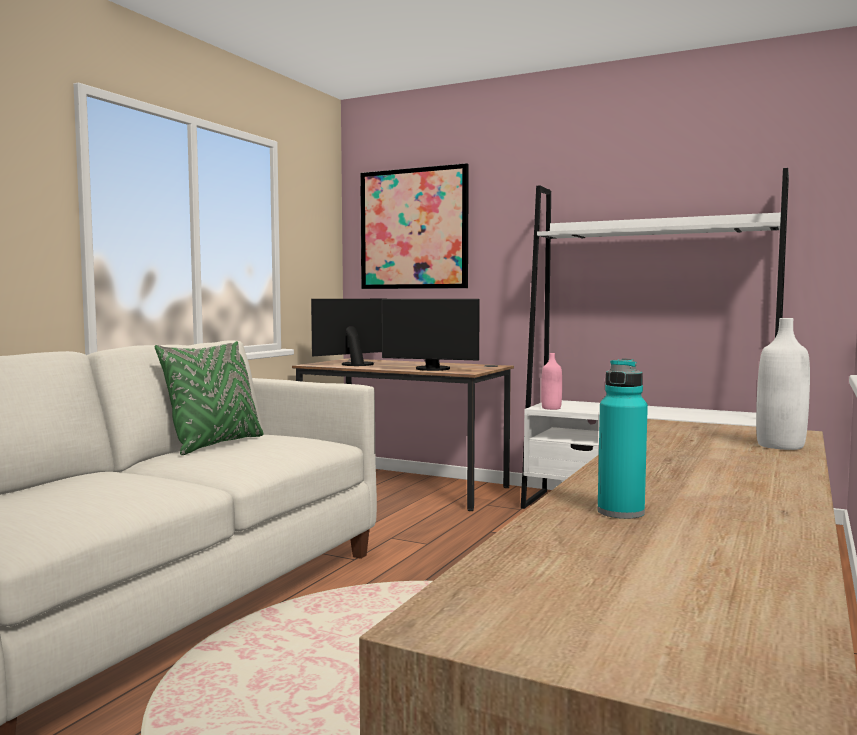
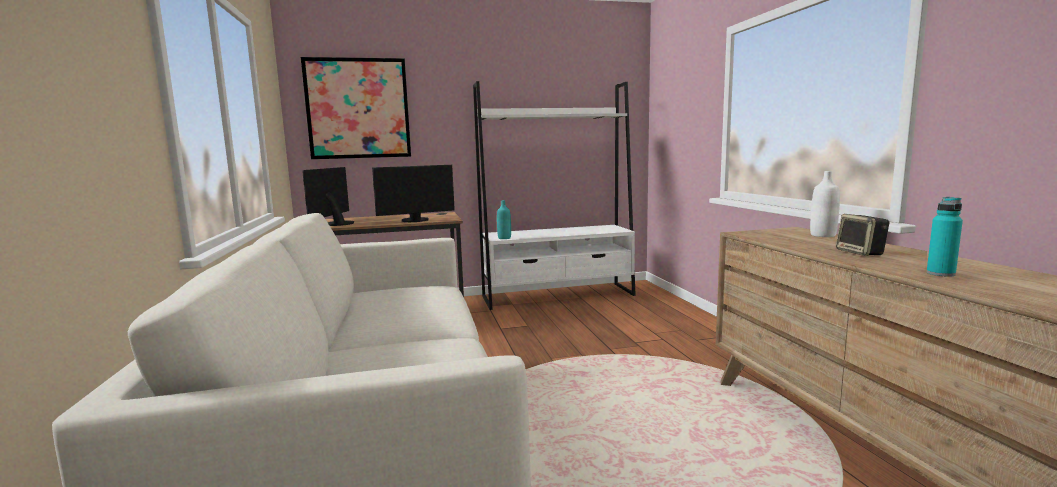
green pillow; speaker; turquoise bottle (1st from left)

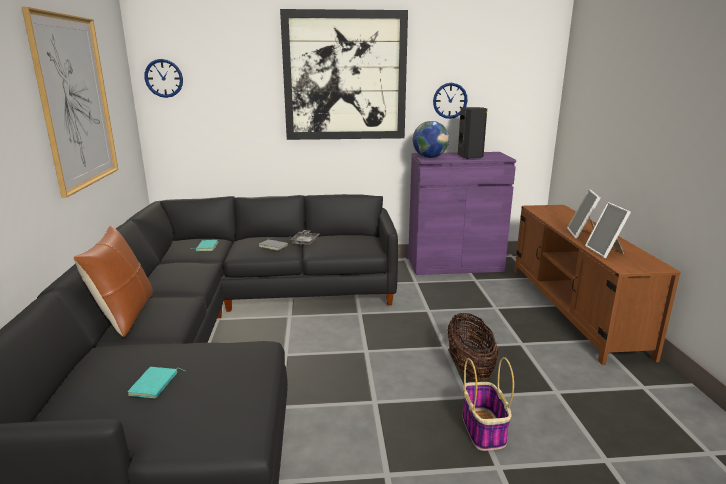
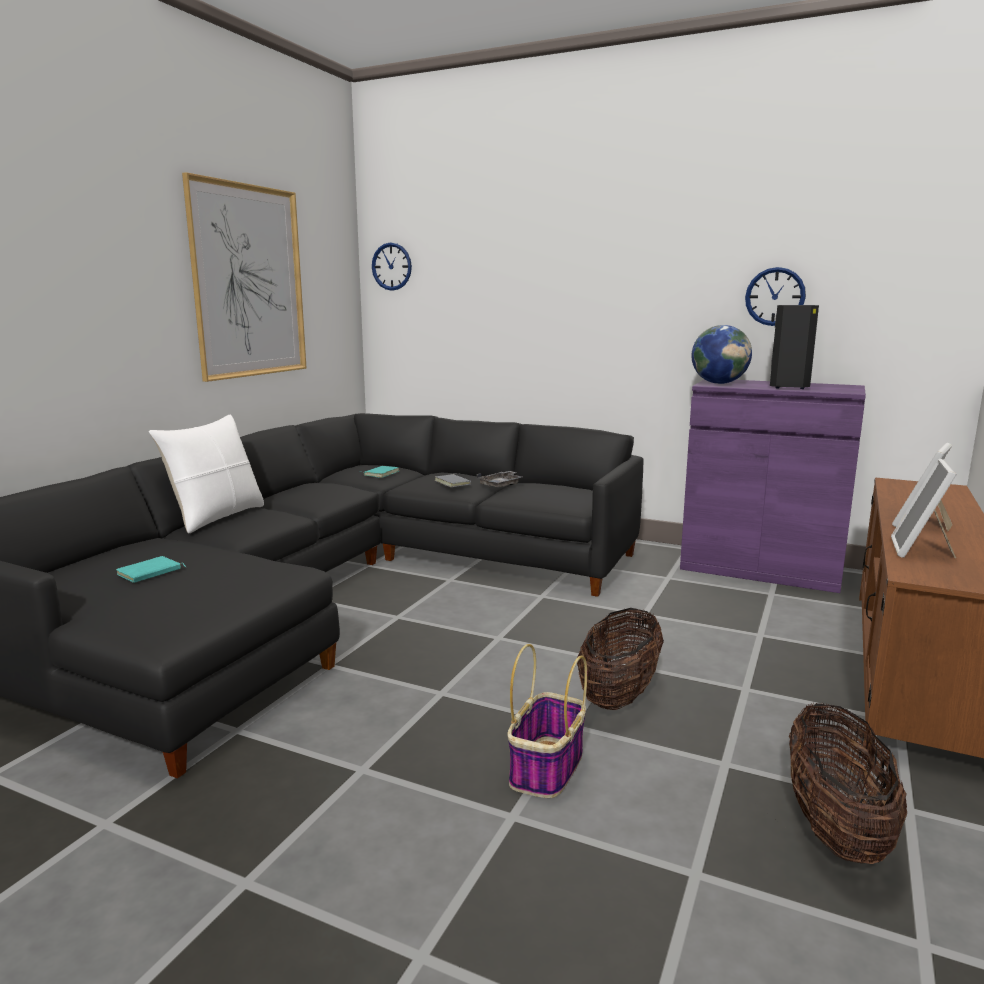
picture (2nd from left in the first image); basket (3rd from left); white pillow

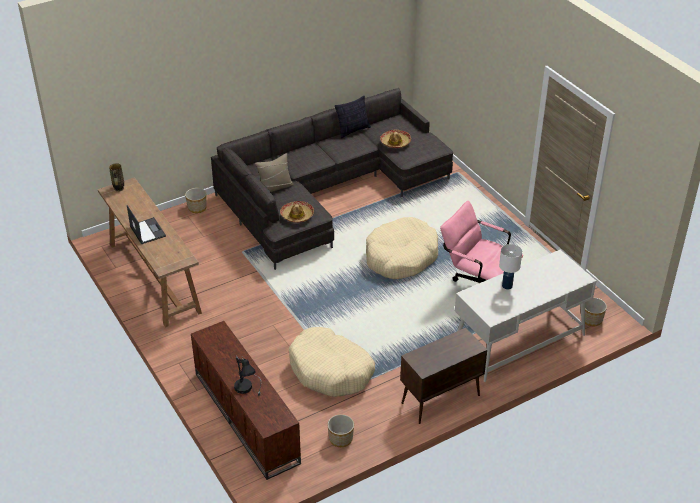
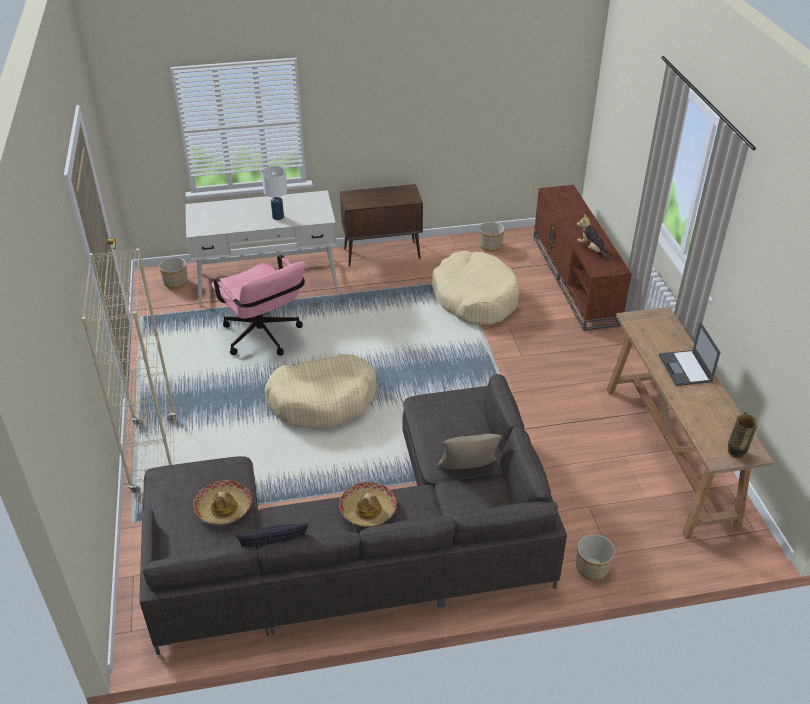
black table lamp; beige bookcase; plush toy; hat (2nd from left)

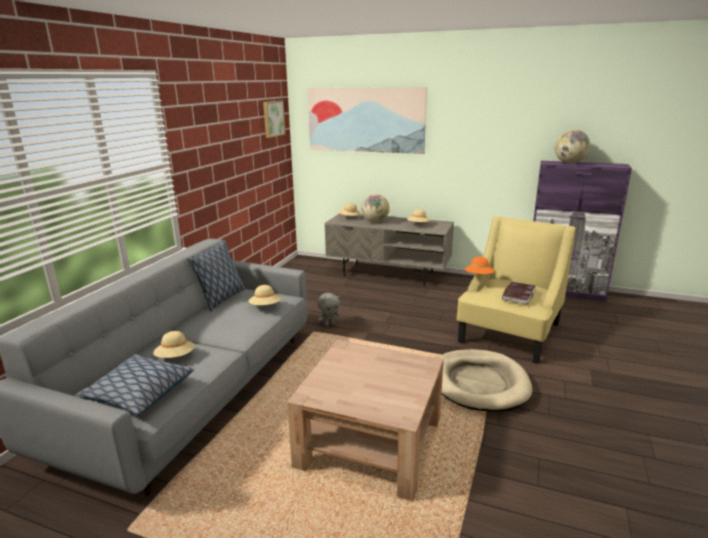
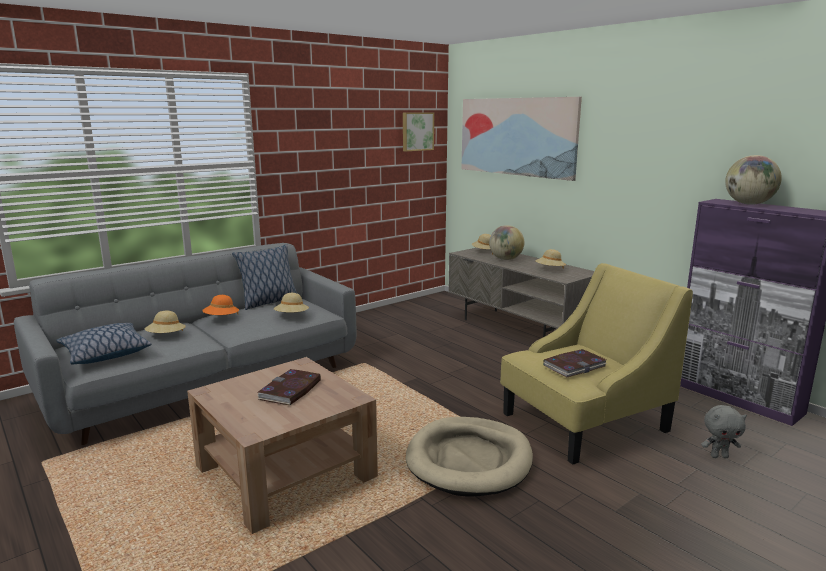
book (1st from left); grey plush toy; orange hat

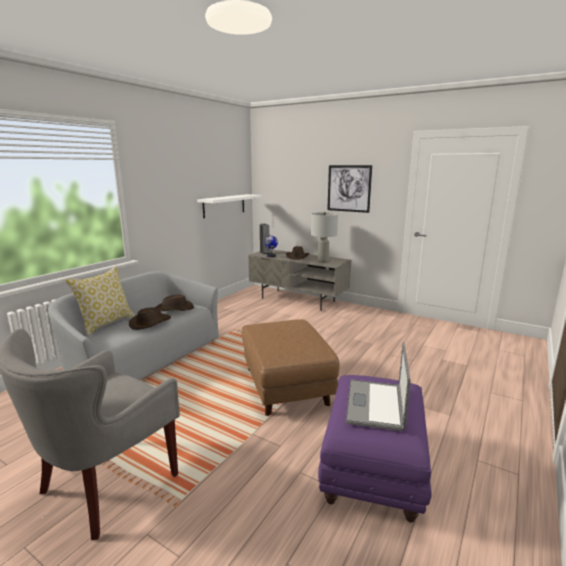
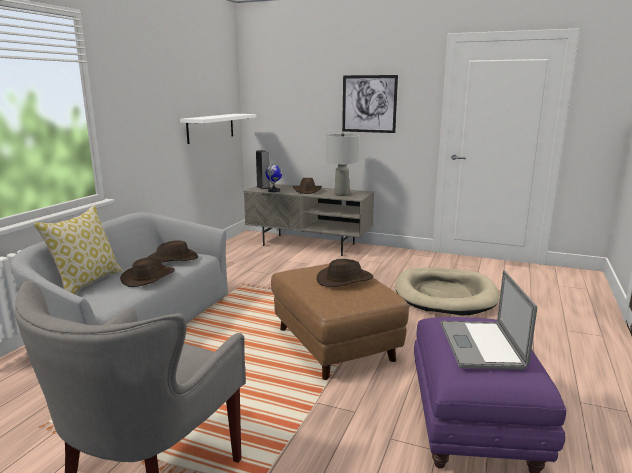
brown hat (4th from left); beige dog bed

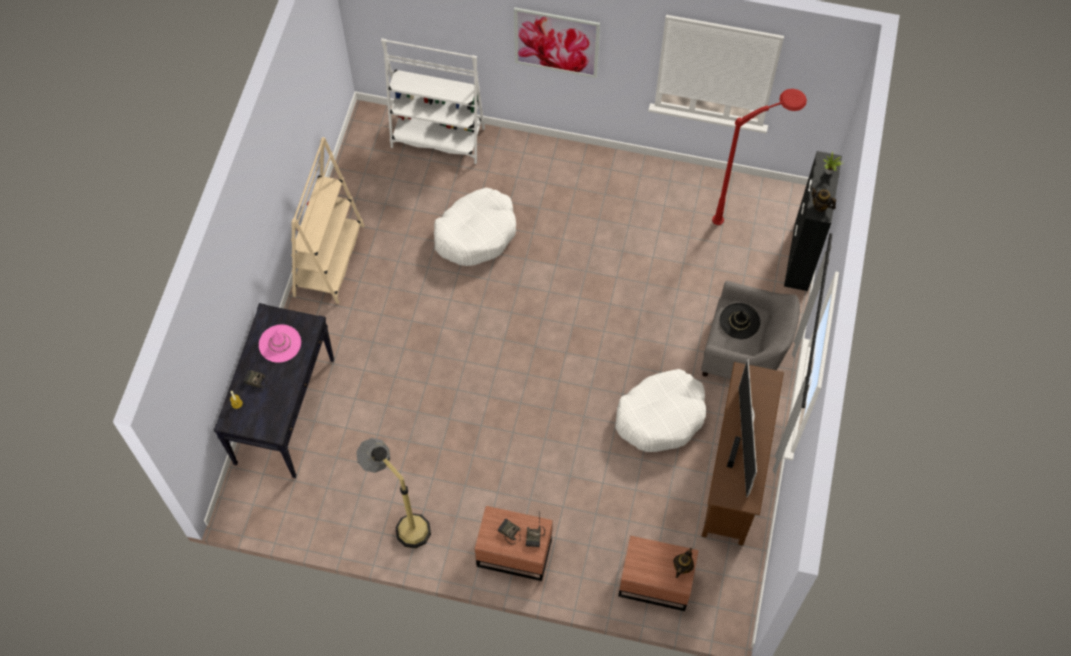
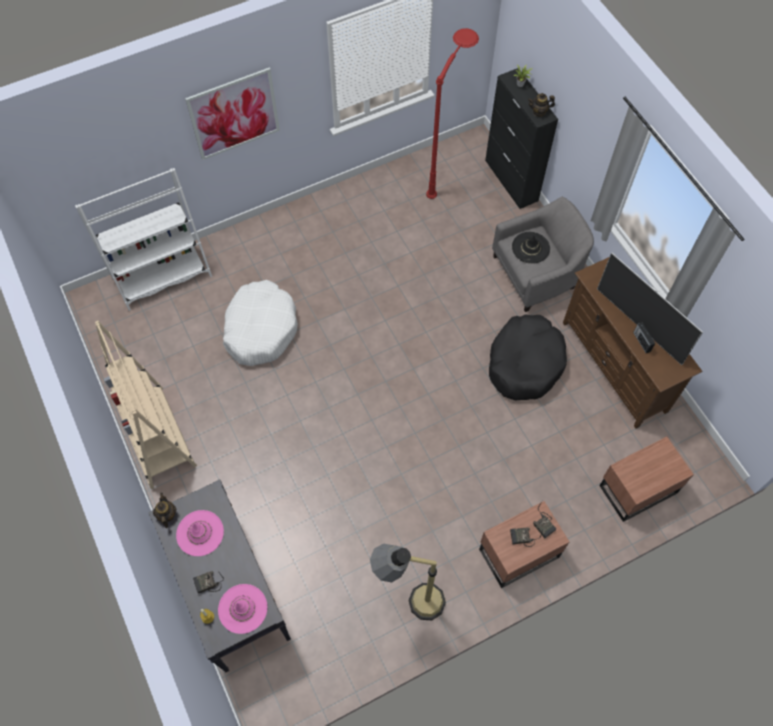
pink hat (2nd from left); teapot (1st from left); black dog bed

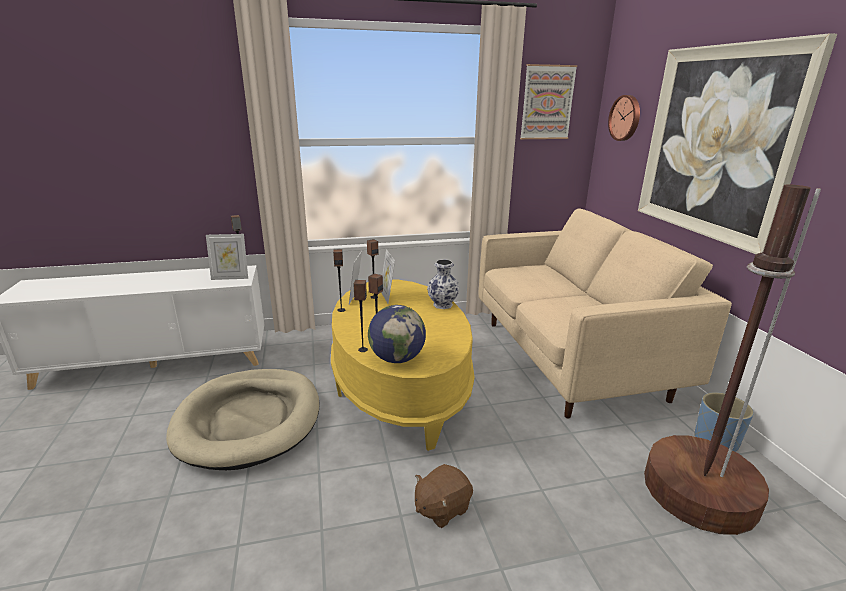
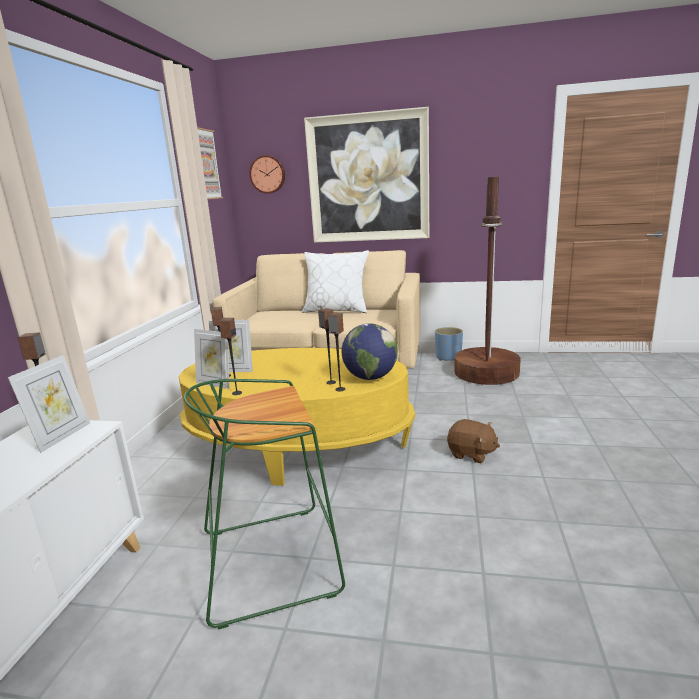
vase; white pillow; green stool; brown plush toy

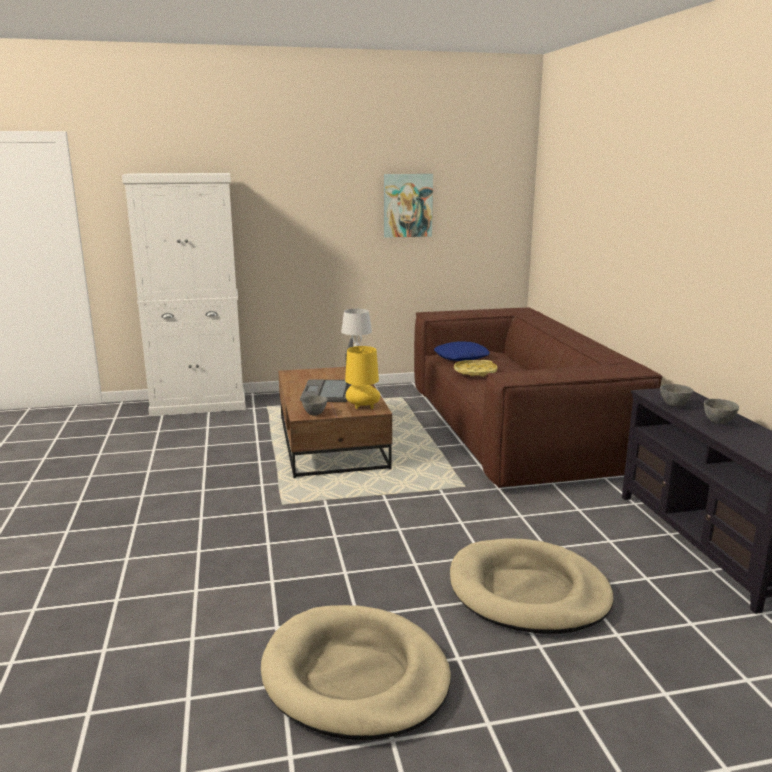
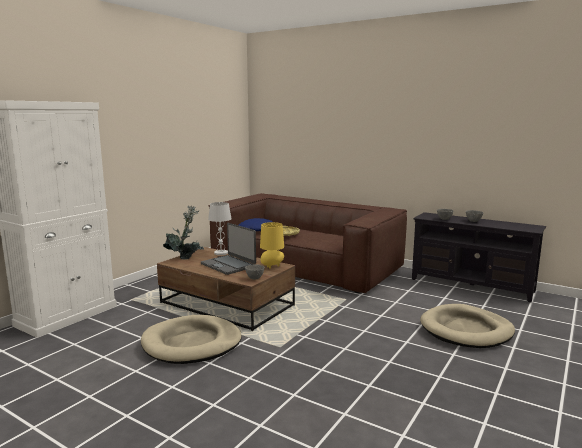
picture; potted plant; beige dog bed (1st from left)

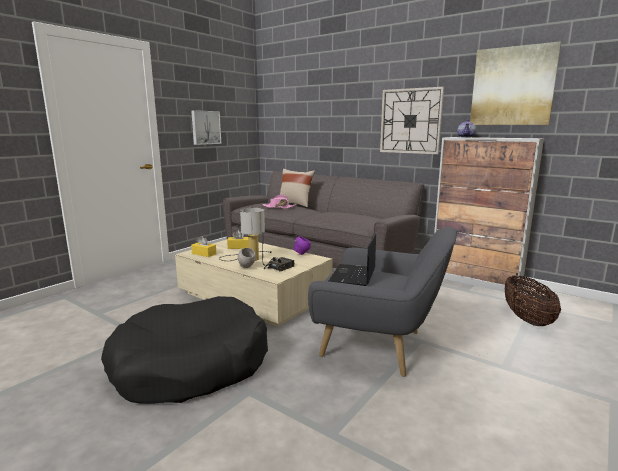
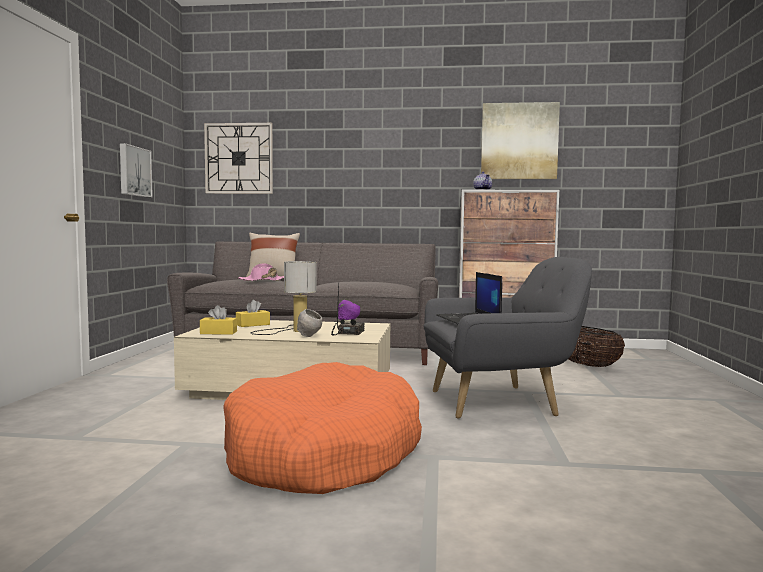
wall clock; orange dog bed

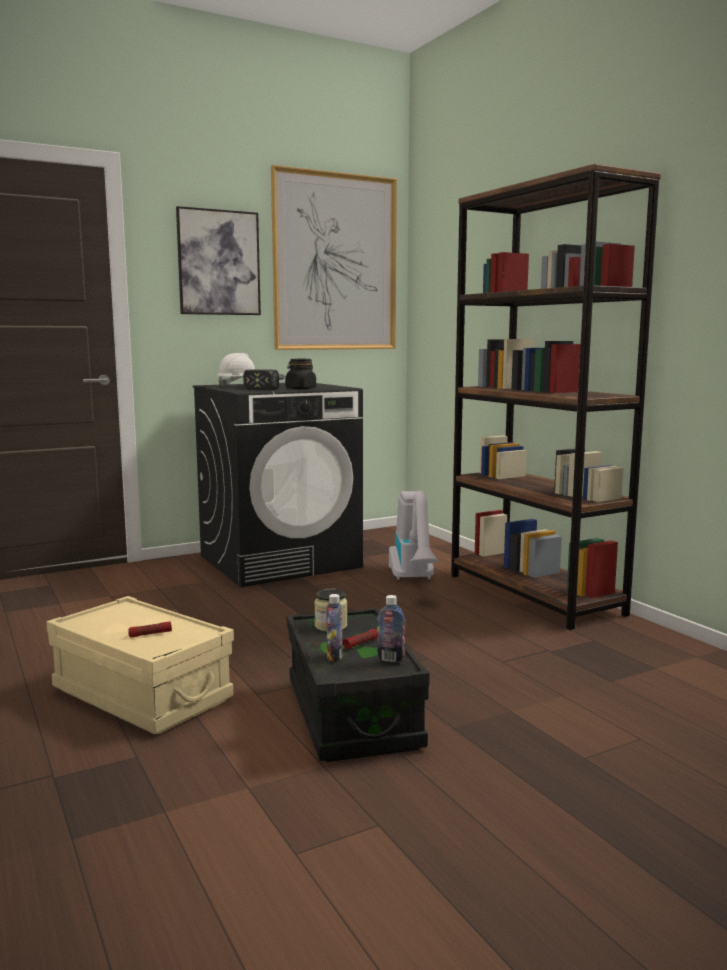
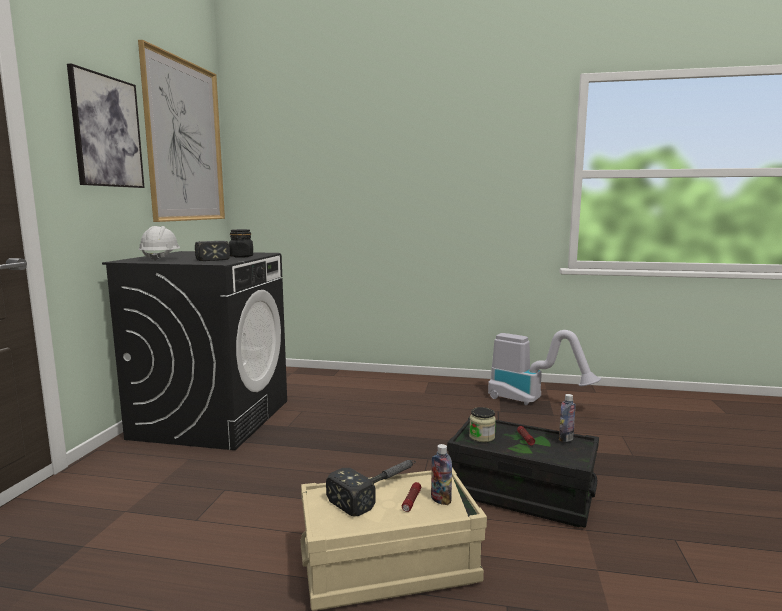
brown bookcase; hammer (2nd from left); bottle (1st from left); vacuum cleaner

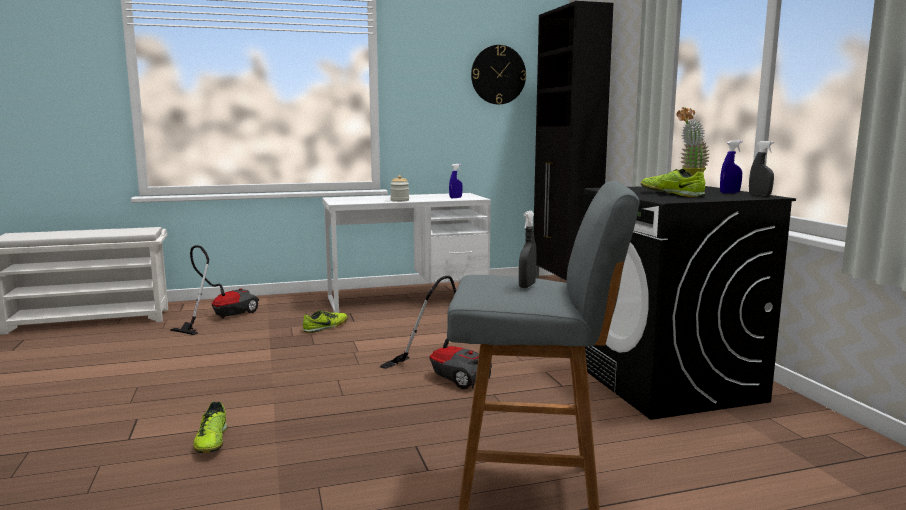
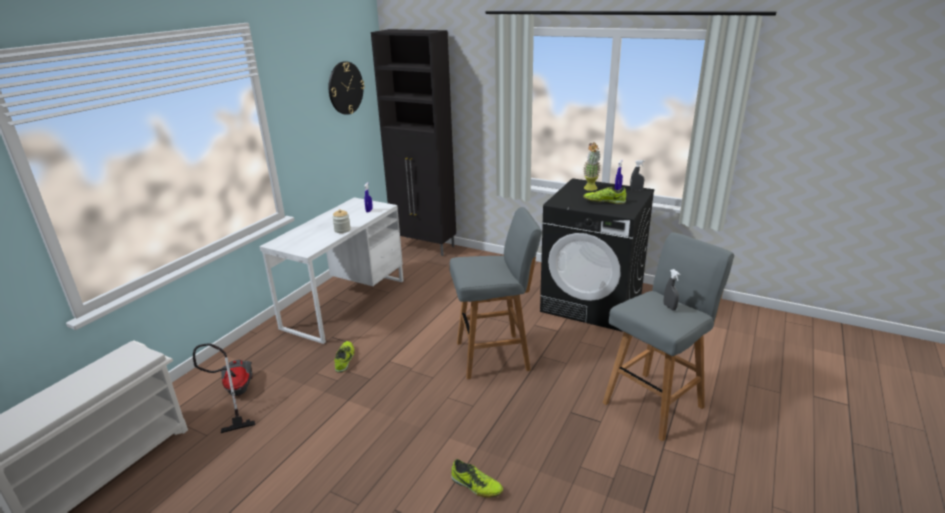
grey stool (1st from left)

